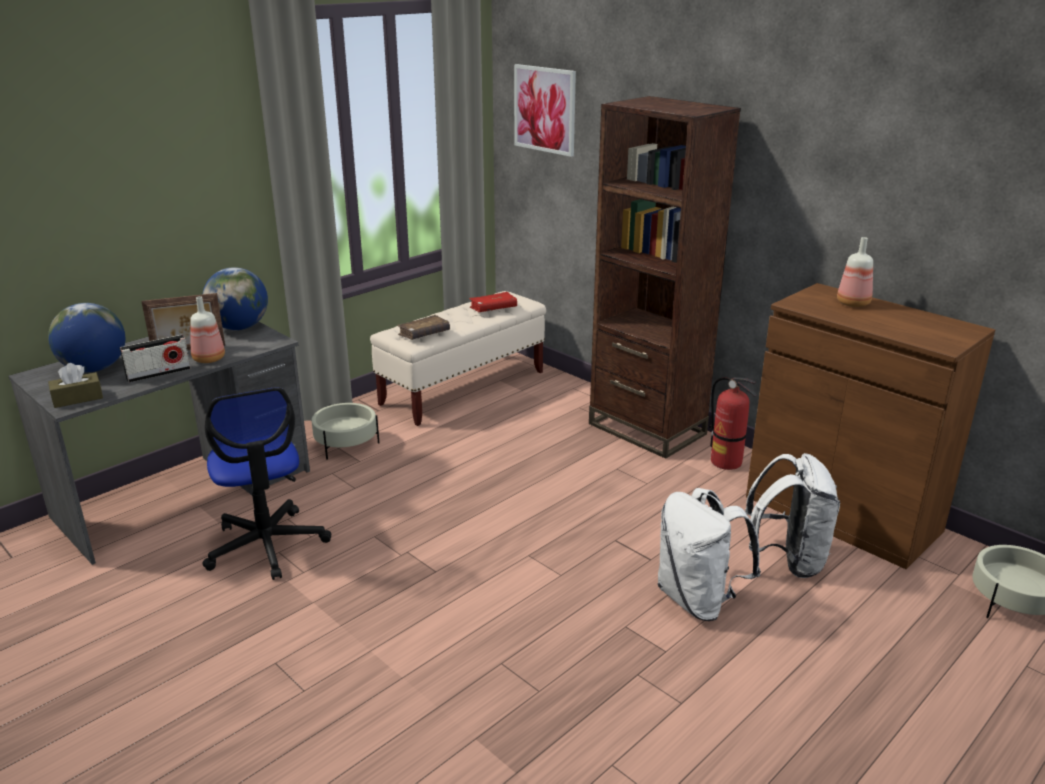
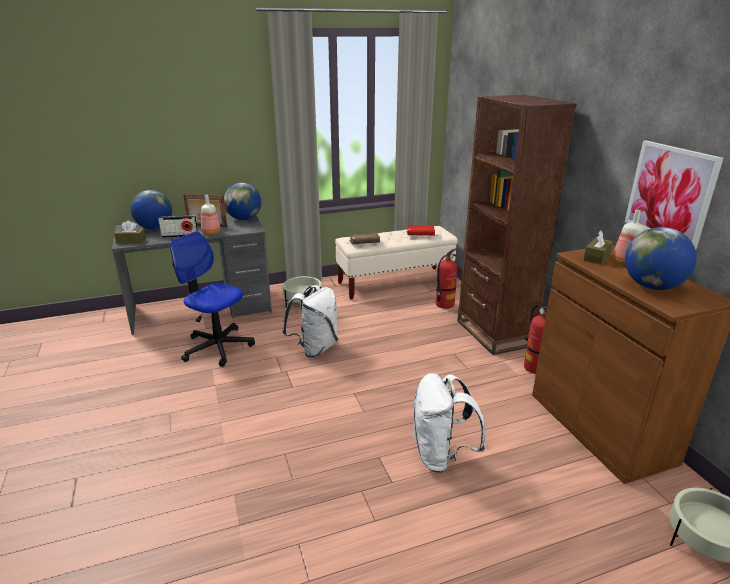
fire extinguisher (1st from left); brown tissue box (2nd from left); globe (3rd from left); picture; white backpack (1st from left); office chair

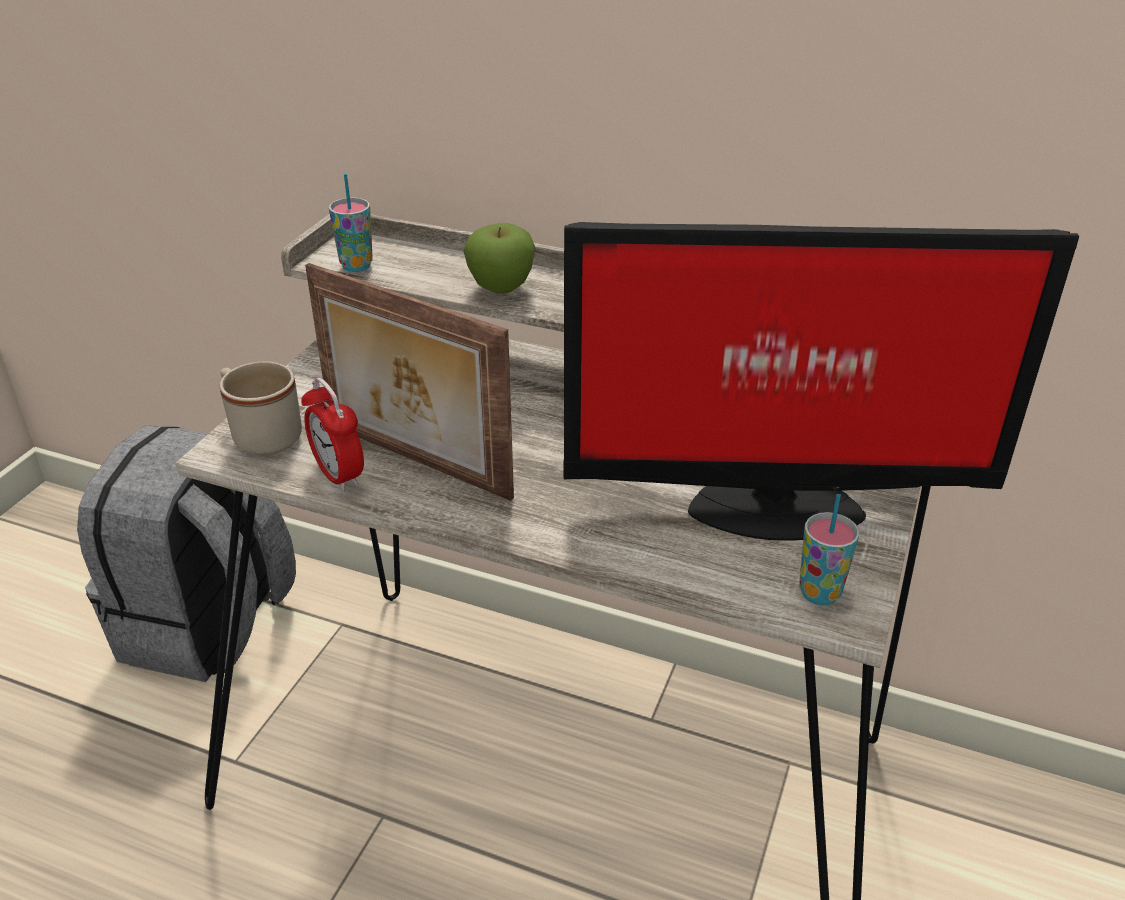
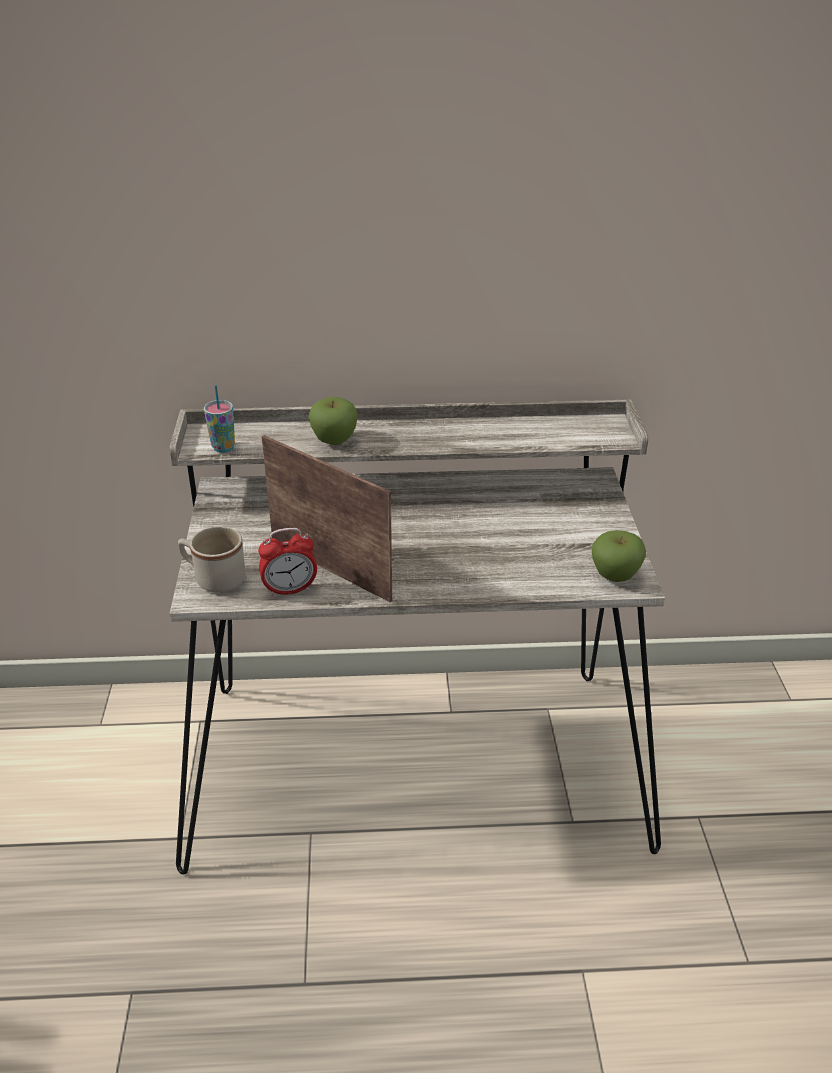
grey backpack; monitor; apple (2nd from left); alarm clock; picture frame

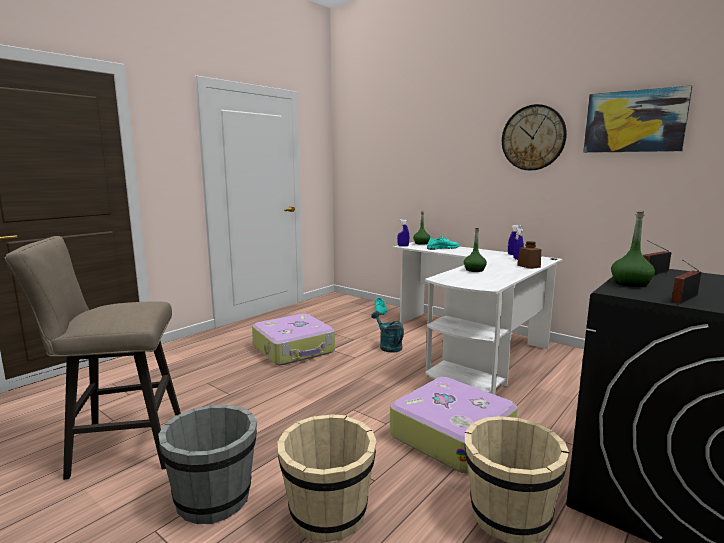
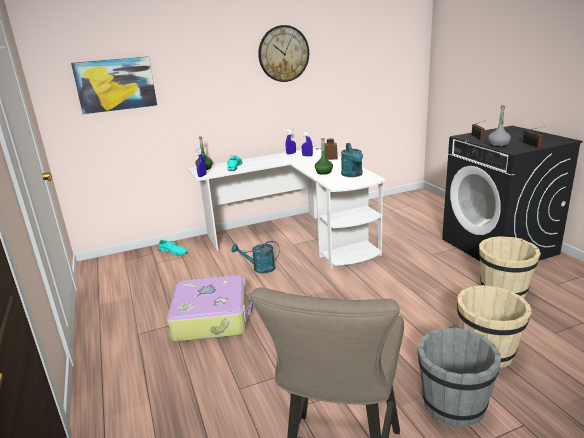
suitcase (2nd from left in the first image); turquoise watering can (2nd from left); picture; grey bottle

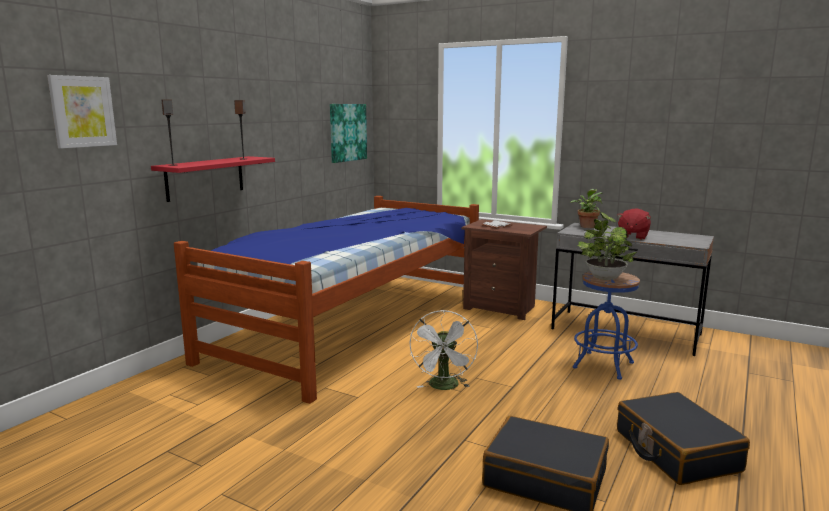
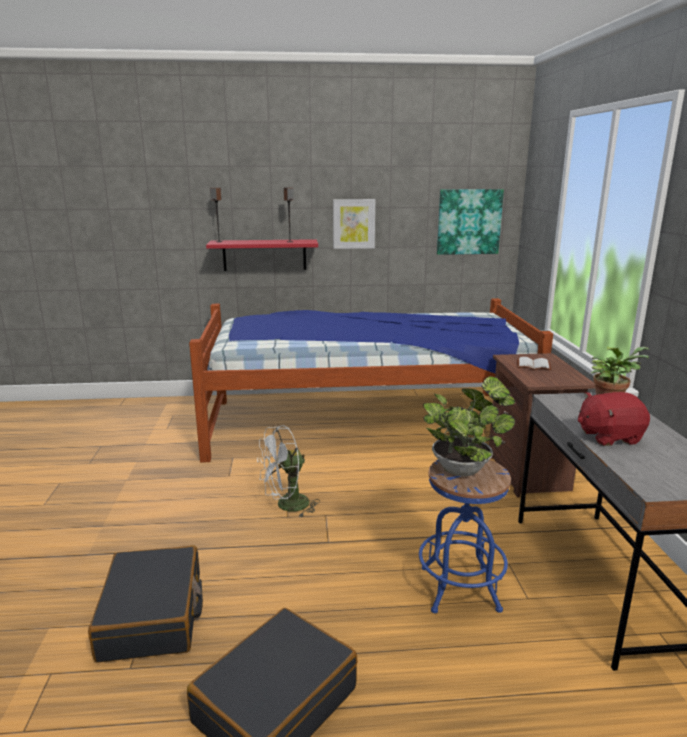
picture (1st from left)

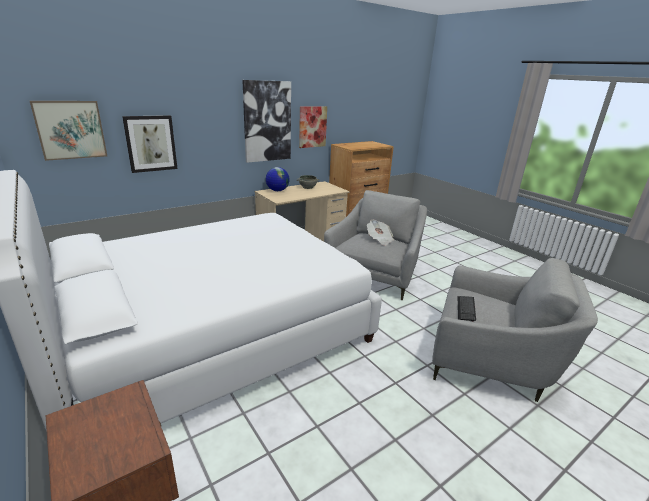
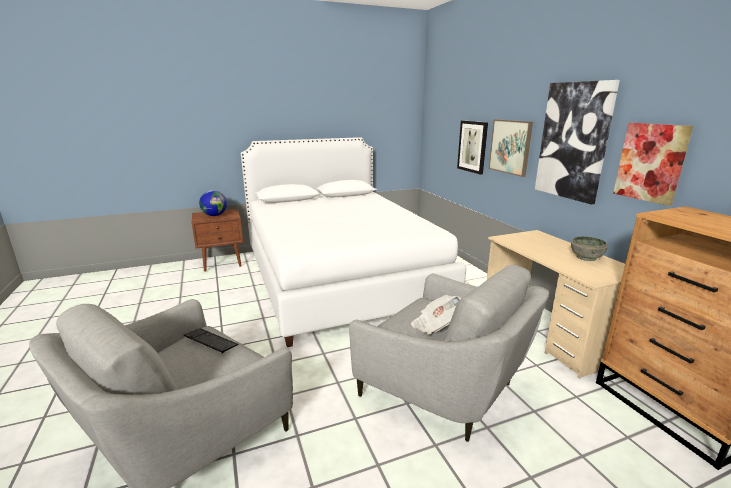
picture (2nd from left); globe

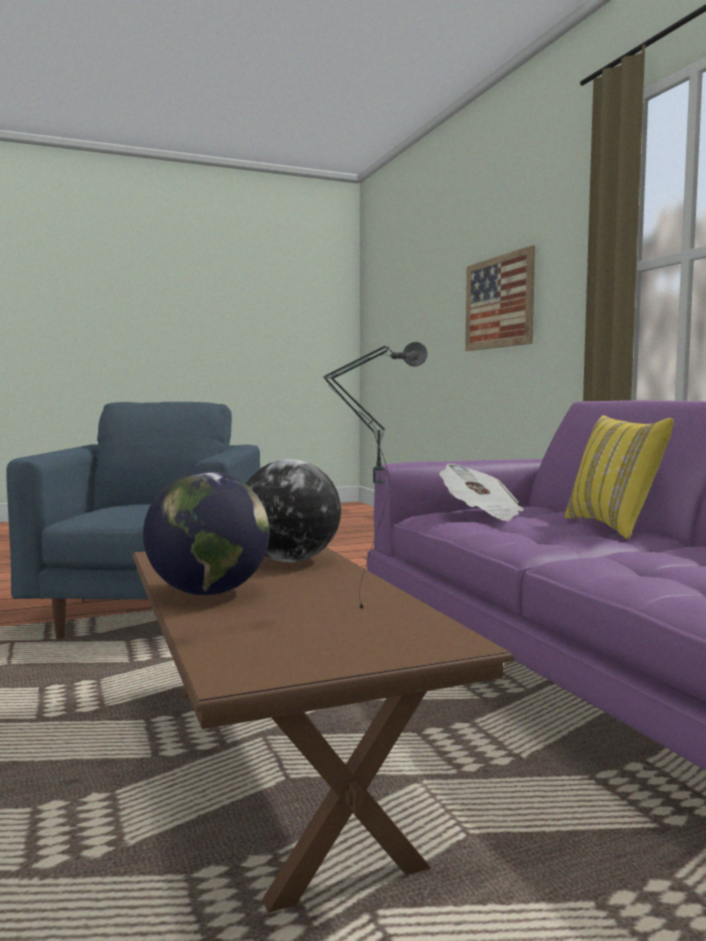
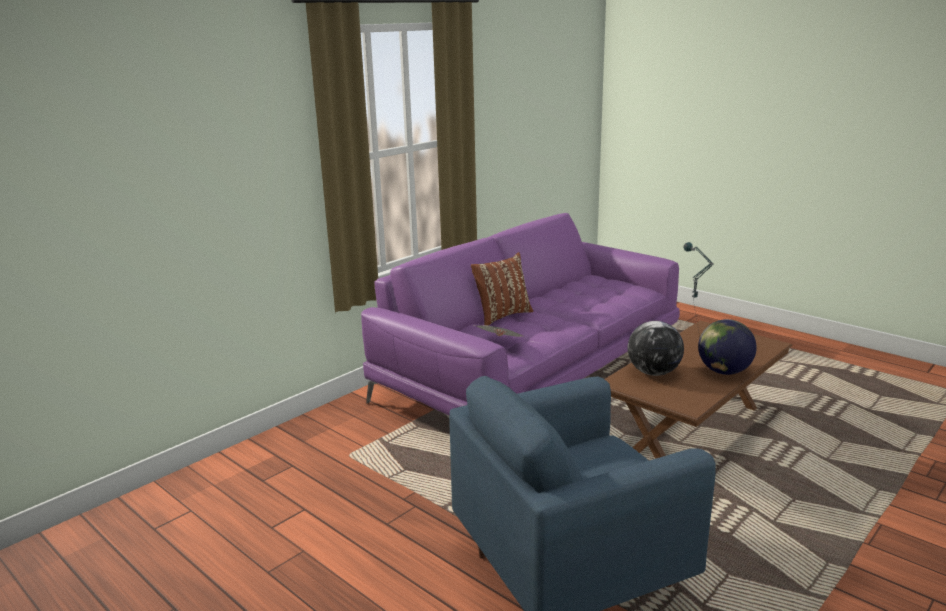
picture; brown pillow

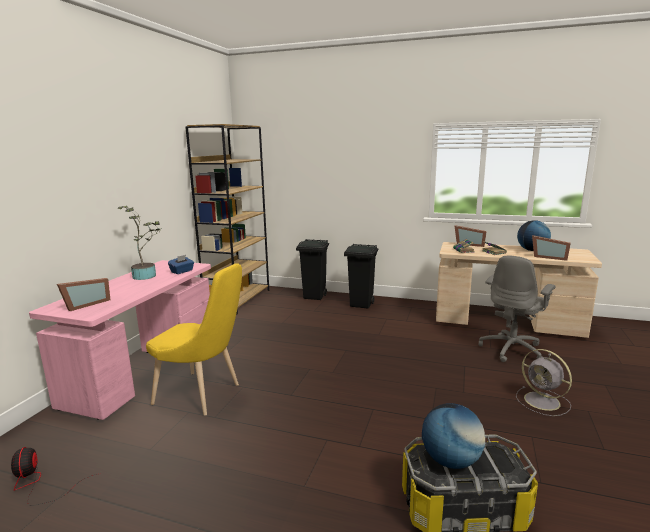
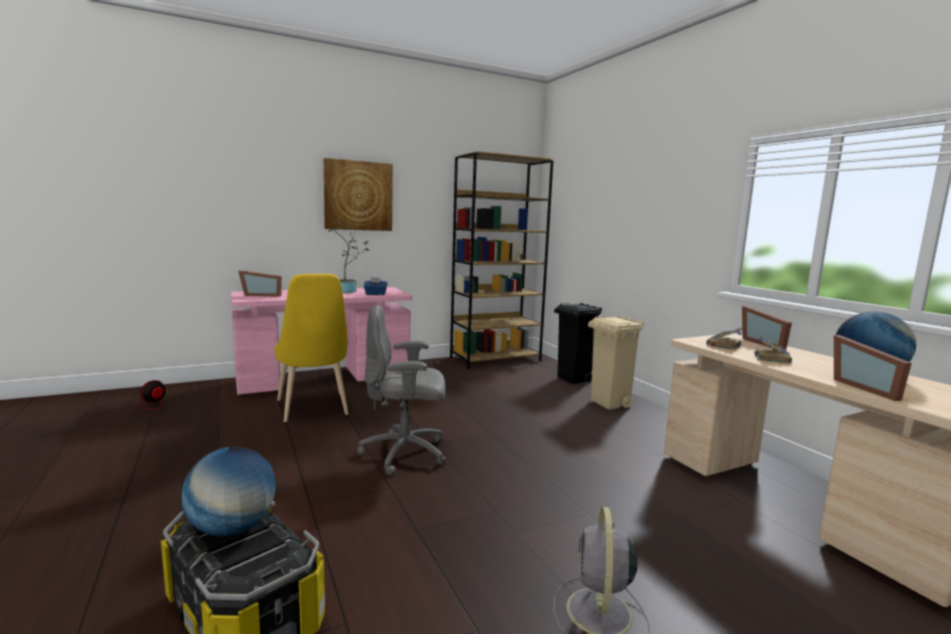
picture; grey office chair; beige trash can

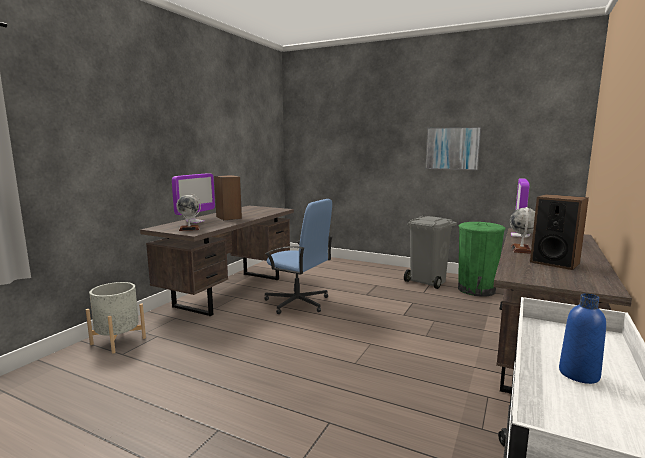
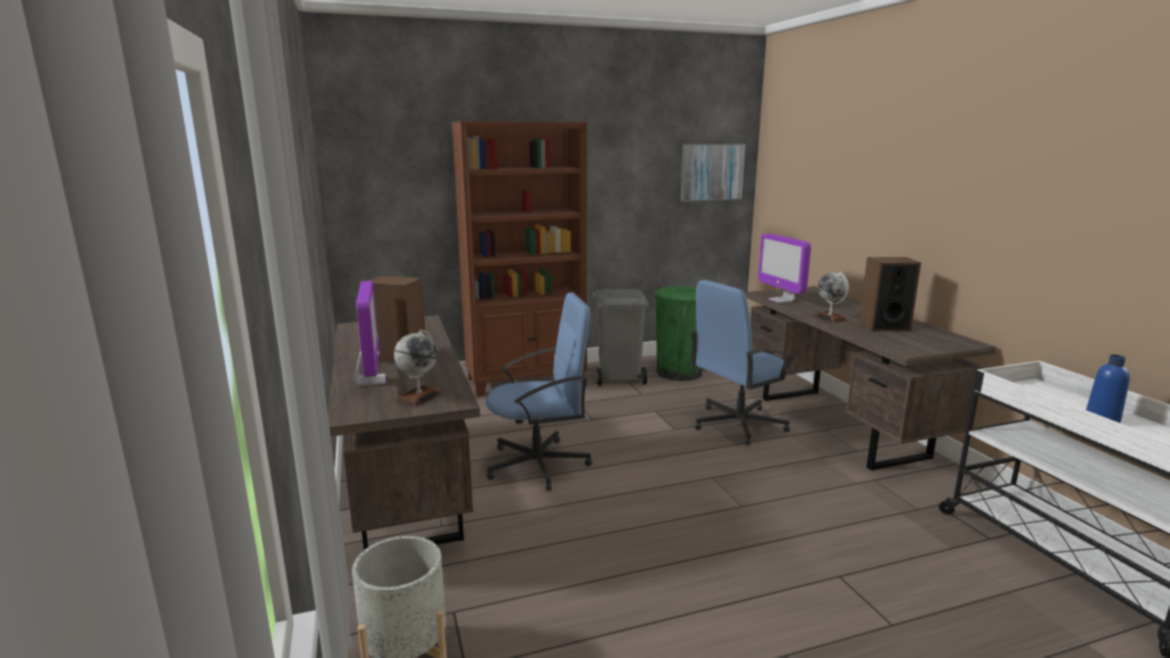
brown bookcase; blue office chair (2nd from left); picture

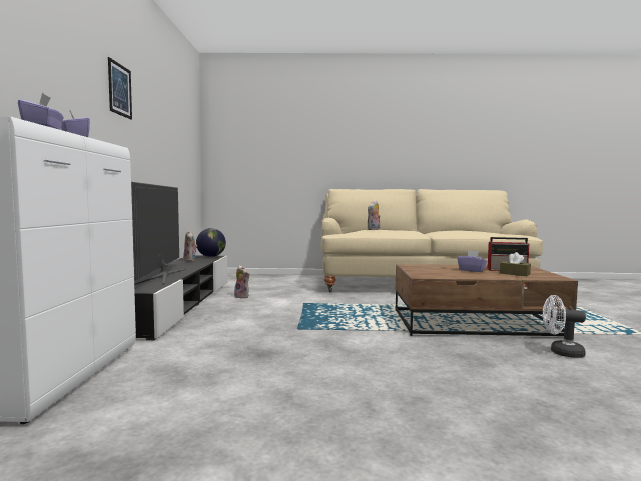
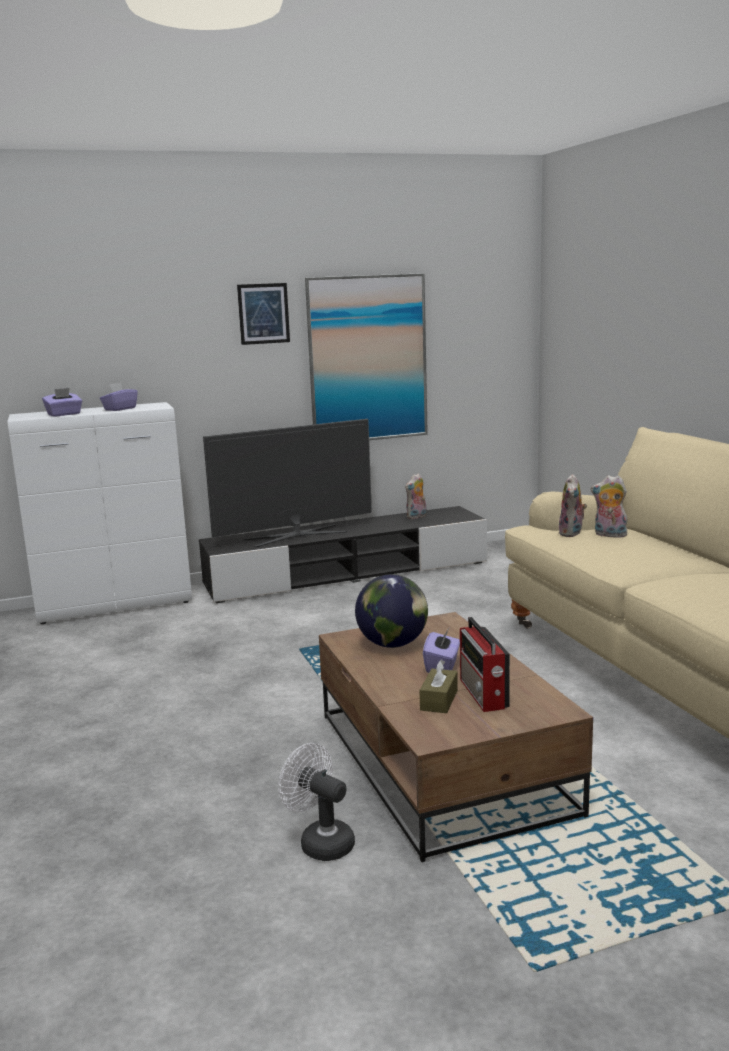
picture (2nd from left); globe; plush toy (2nd from left); white fan

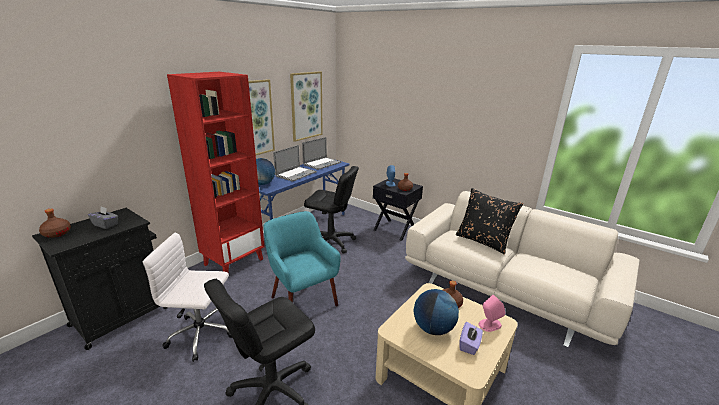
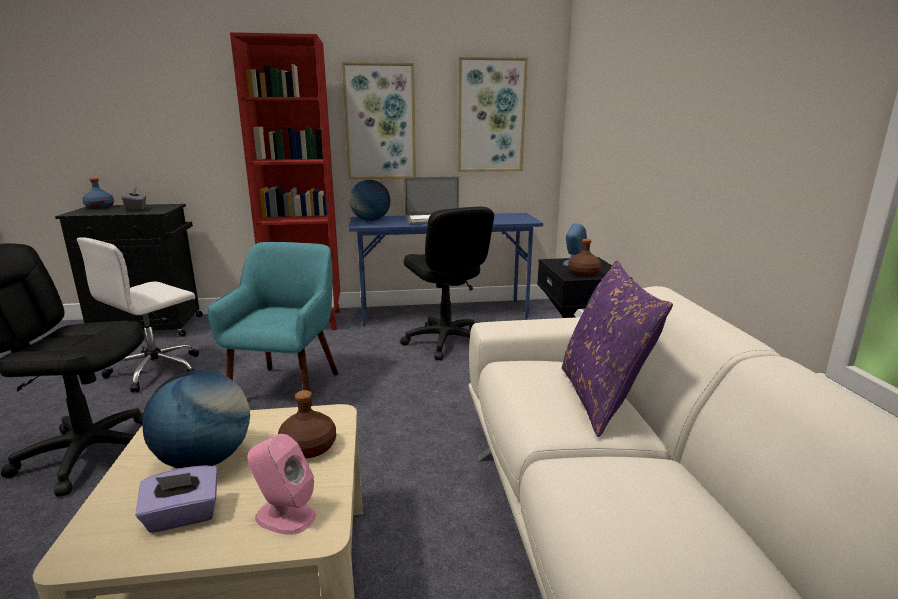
laptop (2nd from left in the first image); blue bottle; purple pillow; white office chair

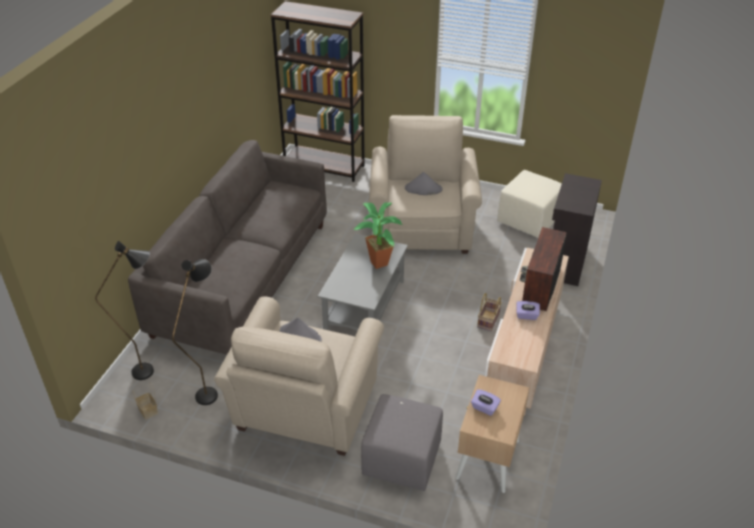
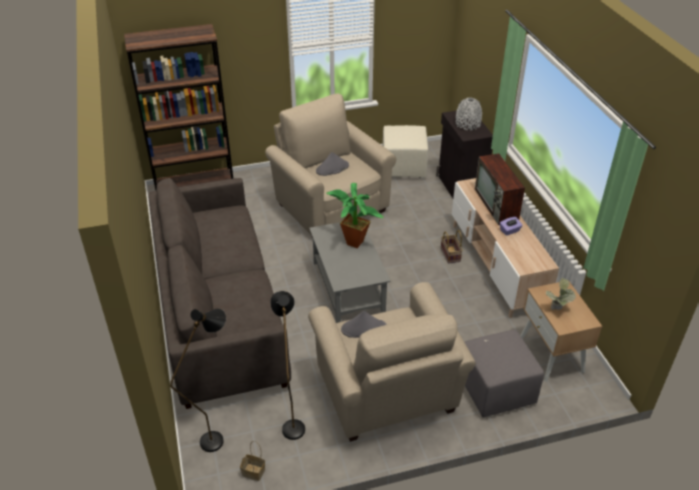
grey vase; potted plant (2nd from left)

